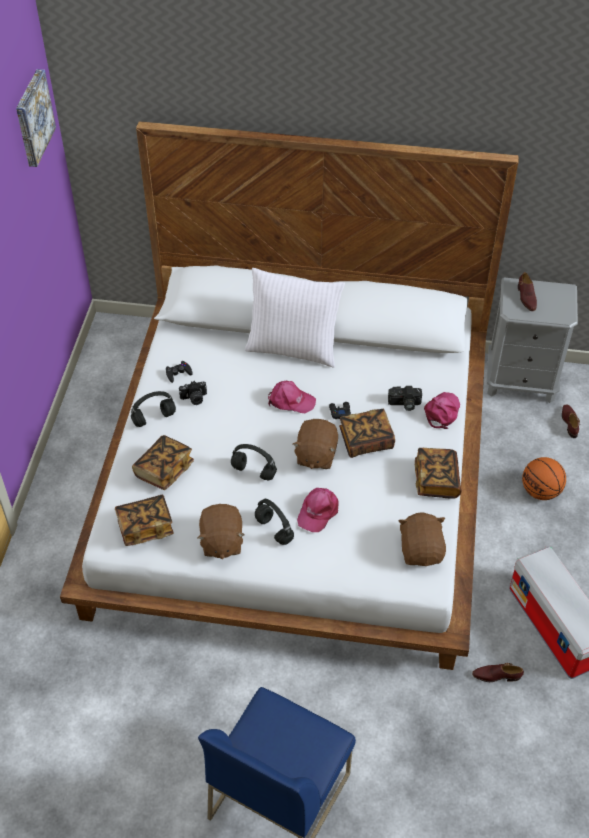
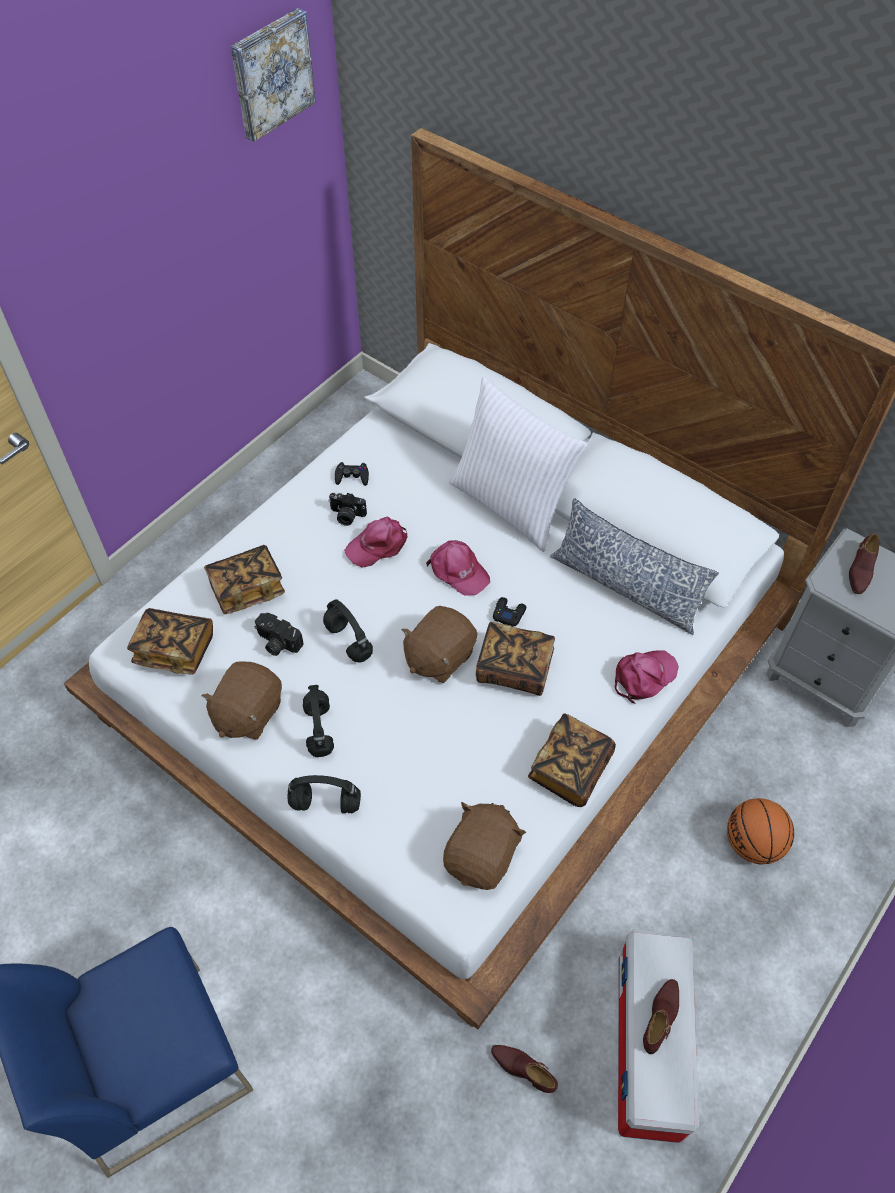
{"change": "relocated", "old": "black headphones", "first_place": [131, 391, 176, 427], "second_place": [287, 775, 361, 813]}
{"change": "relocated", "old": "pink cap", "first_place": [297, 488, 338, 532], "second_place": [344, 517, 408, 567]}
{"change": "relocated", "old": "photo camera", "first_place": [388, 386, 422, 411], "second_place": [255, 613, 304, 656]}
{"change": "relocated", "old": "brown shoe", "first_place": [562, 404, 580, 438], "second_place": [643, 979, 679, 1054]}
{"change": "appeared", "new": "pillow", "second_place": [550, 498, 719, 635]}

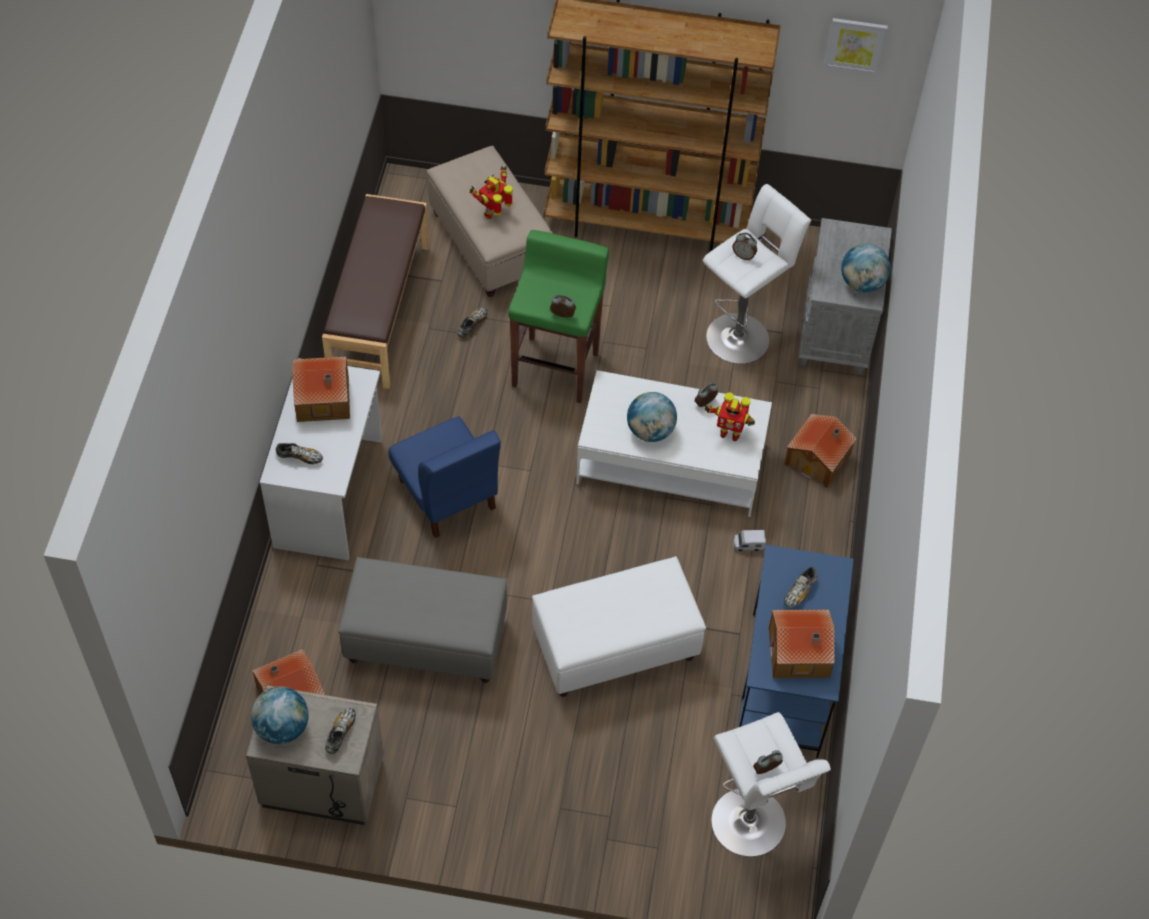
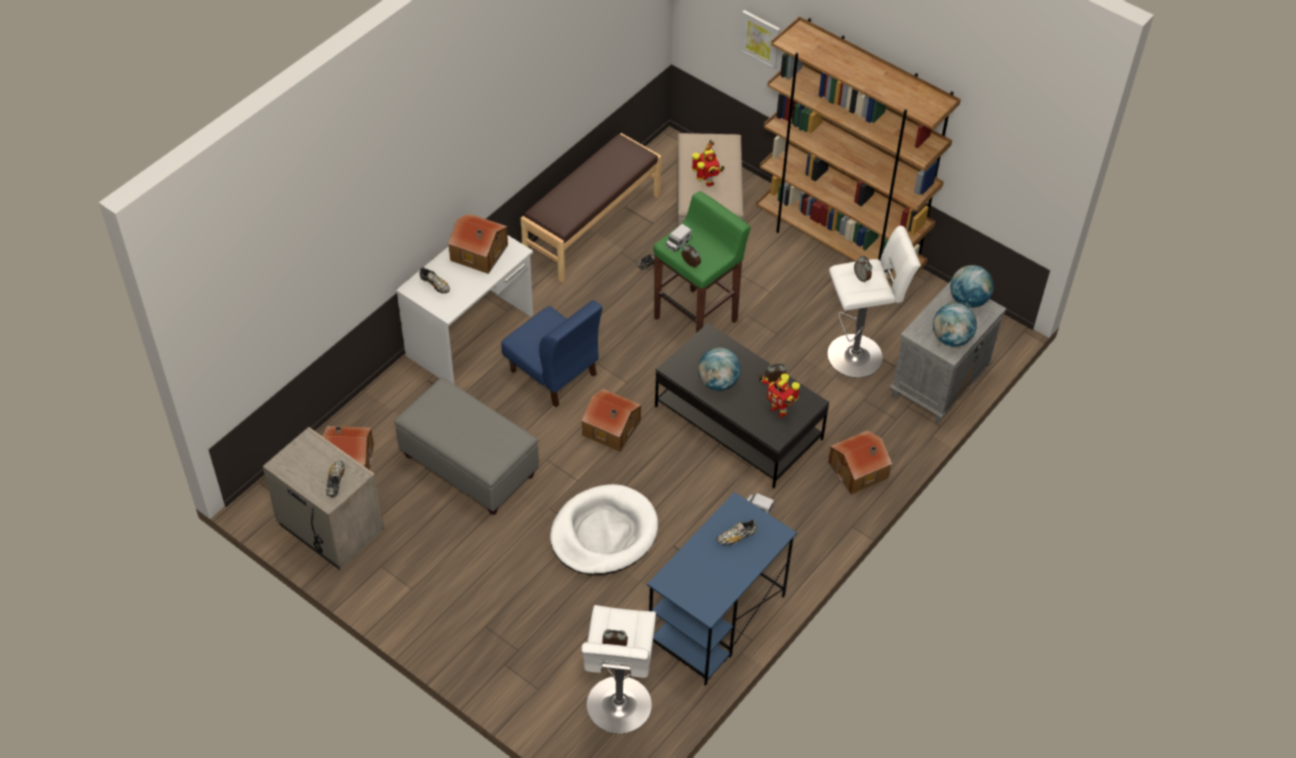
{"change": "relocated", "old": "globe", "first_place": [251, 687, 309, 744], "second_place": [950, 265, 994, 308]}
{"change": "spun", "old": "shoe", "first_place": [325, 708, 356, 754], "second_place": [326, 460, 345, 497], "degrees": -45}
{"change": "spun", "old": "blue chair", "first_place": [388, 416, 501, 538], "second_place": [501, 300, 602, 407], "degrees": -45}
{"change": "spun", "old": "toy robot", "first_place": [470, 166, 513, 219], "second_place": [692, 140, 724, 187], "degrees": 90}
{"change": "exchanged", "old": "white ottoman", "new": "white dog bed", "first_place": [532, 556, 706, 697], "second_place": [550, 484, 658, 575]}
{"change": "colour", "old": "white coffee table", "new": "black coffee table", "first_place": [576, 370, 772, 517], "second_place": [655, 323, 829, 488]}
{"change": "relocated", "old": "toy house", "first_place": [769, 610, 835, 678], "second_place": [581, 389, 641, 452]}
{"change": "relocated", "old": "picture", "first_place": [824, 18, 888, 74], "second_place": [739, 10, 780, 70]}
{"change": "appeared", "new": "toy truck", "second_place": [666, 224, 692, 252]}

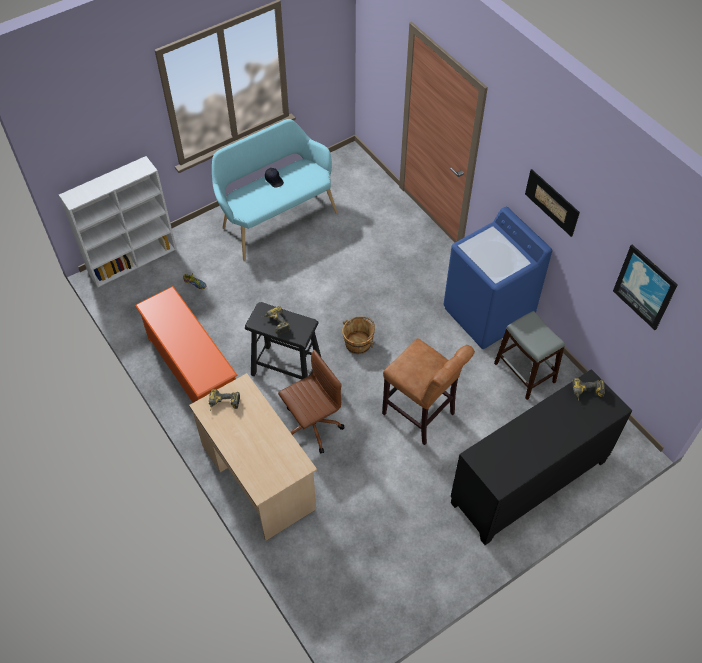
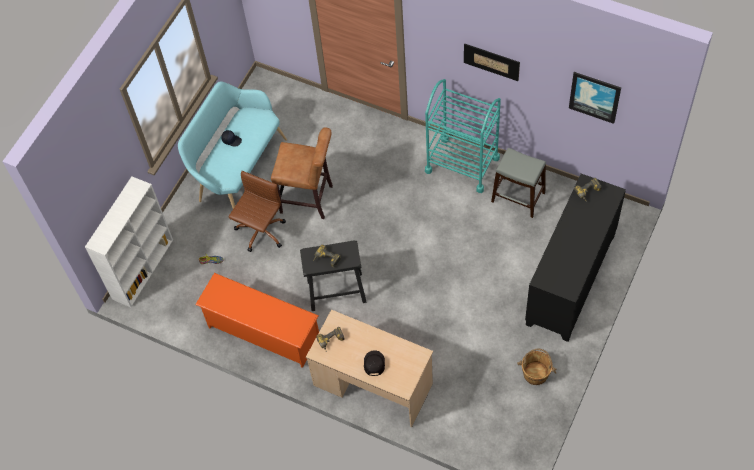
{"change": "relocated", "old": "brown office chair", "first_place": [278, 350, 344, 454], "second_place": [228, 171, 286, 252]}
{"change": "relocated", "old": "brown bucket", "first_place": [342, 316, 375, 354], "second_place": [517, 349, 557, 385]}
{"change": "relocated", "old": "brown stool", "first_place": [382, 338, 475, 445], "second_place": [271, 128, 333, 219]}
{"change": "exchanged", "old": "blue washing machine", "new": "turquoise cart", "first_place": [443, 207, 552, 349], "second_place": [425, 79, 501, 193]}
{"change": "appeared", "new": "black cap", "second_place": [364, 350, 385, 376]}

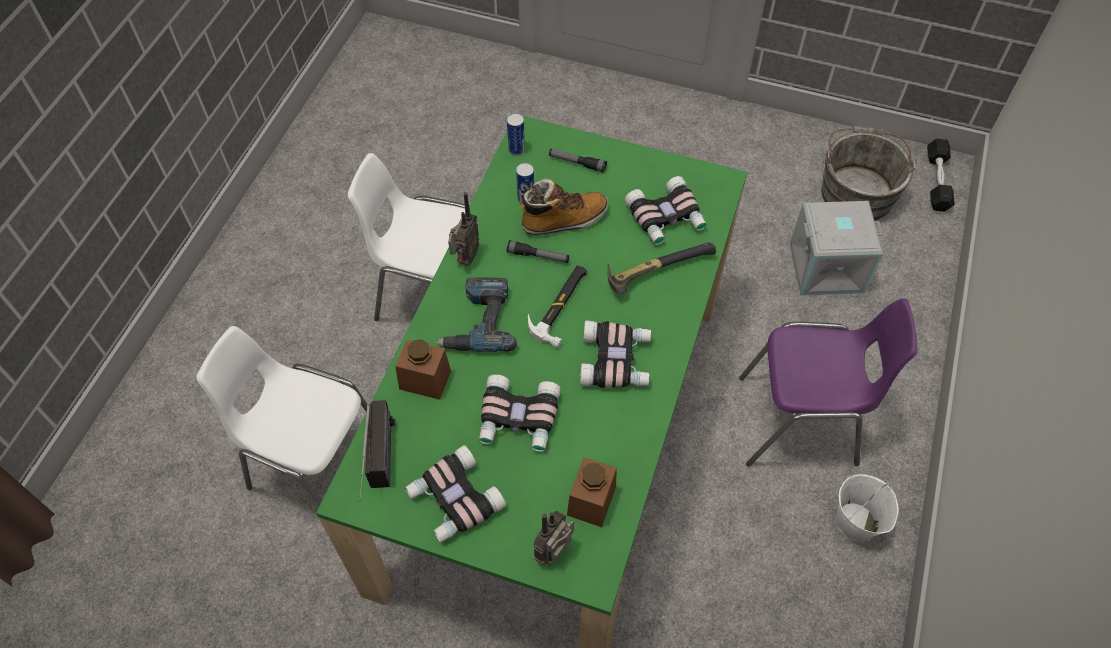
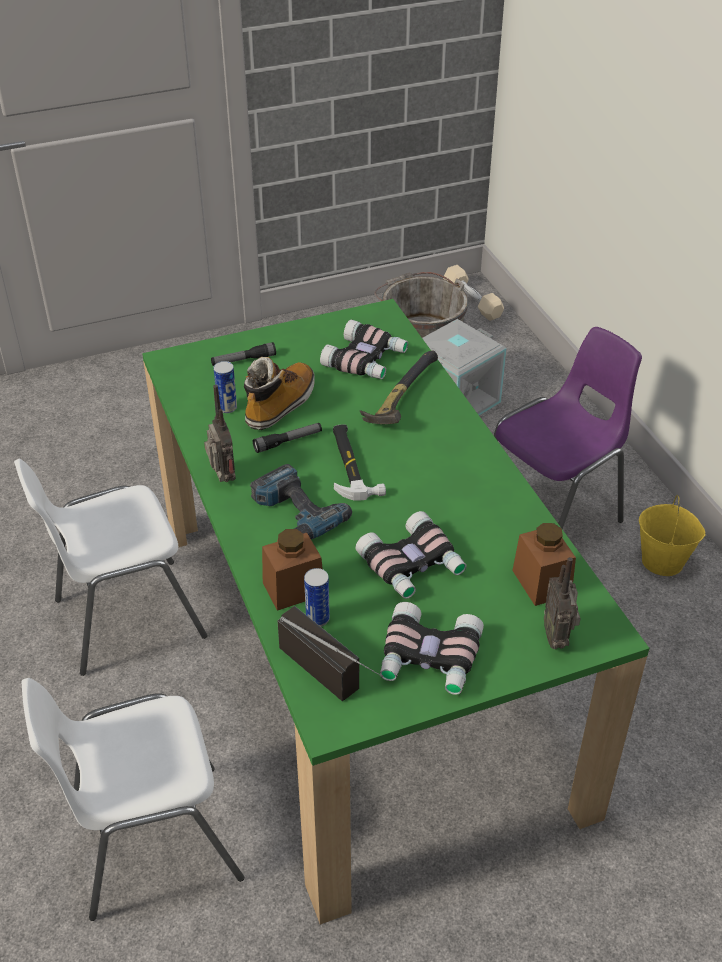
{"change": "relocated", "old": "can", "first_place": [507, 113, 525, 156], "second_place": [304, 568, 330, 627]}
{"change": "missing", "old": "binoculars", "first_place": [580, 320, 651, 388]}
{"change": "colour", "old": "white bucket", "new": "yellow bucket", "first_place": [835, 474, 899, 542], "second_place": [639, 495, 706, 576]}
{"change": "colour", "old": "black dumbbell", "new": "beige dumbbell", "first_place": [927, 138, 955, 212], "second_place": [443, 265, 504, 321]}

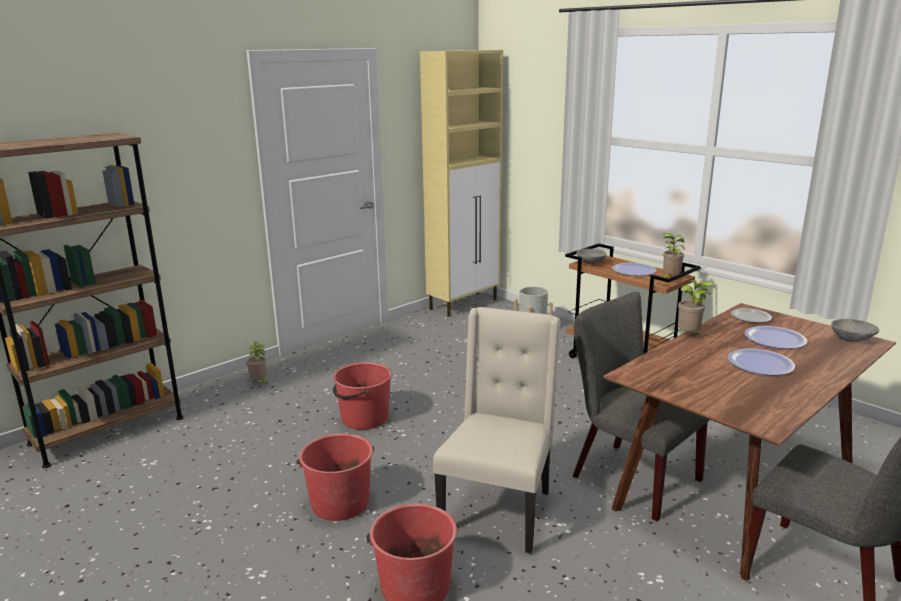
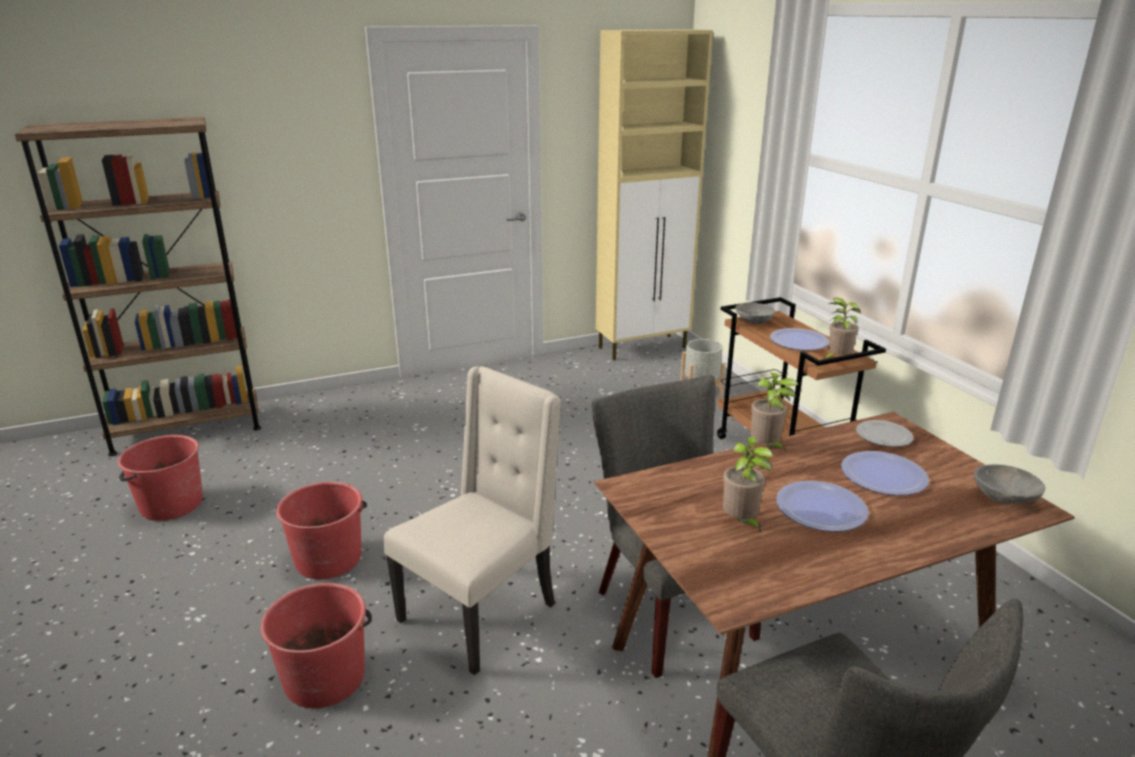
{"change": "relocated", "old": "potted plant", "first_place": [246, 342, 268, 385], "second_place": [723, 437, 773, 533]}
{"change": "relocated", "old": "red bucket", "first_place": [333, 362, 392, 430], "second_place": [118, 435, 203, 521]}

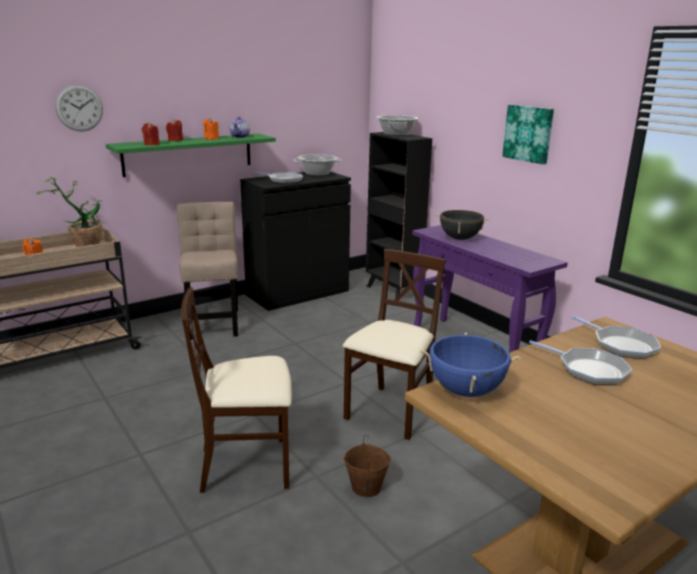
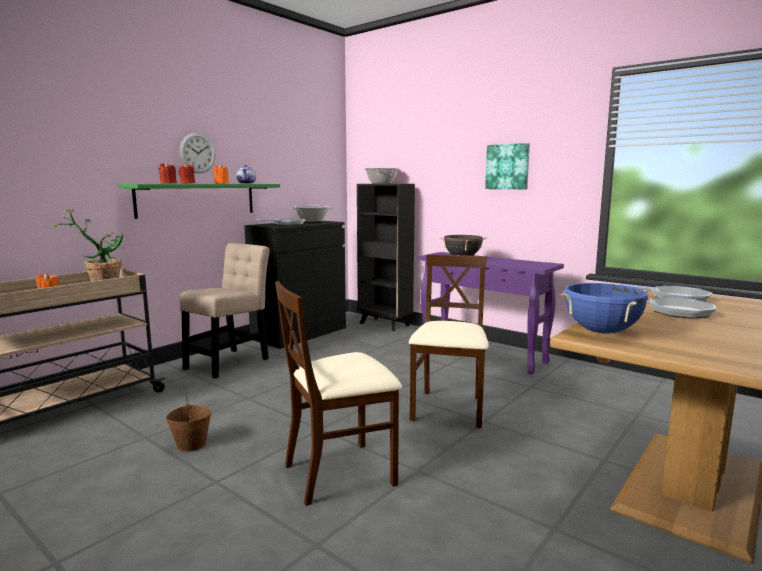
{"change": "relocated", "old": "wall clock", "first_place": [55, 85, 103, 131], "second_place": [179, 133, 215, 173]}
{"change": "spun", "old": "beige chair", "first_place": [177, 202, 238, 340], "second_place": [180, 243, 270, 378], "degrees": 60}
{"change": "relocated", "old": "brown bucket", "first_place": [344, 434, 391, 497], "second_place": [166, 392, 212, 452]}

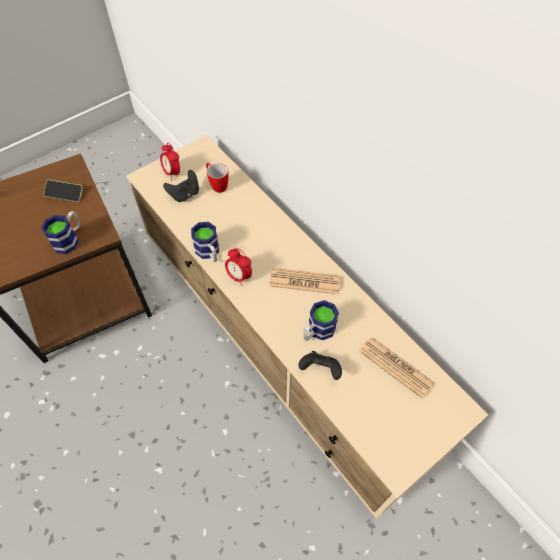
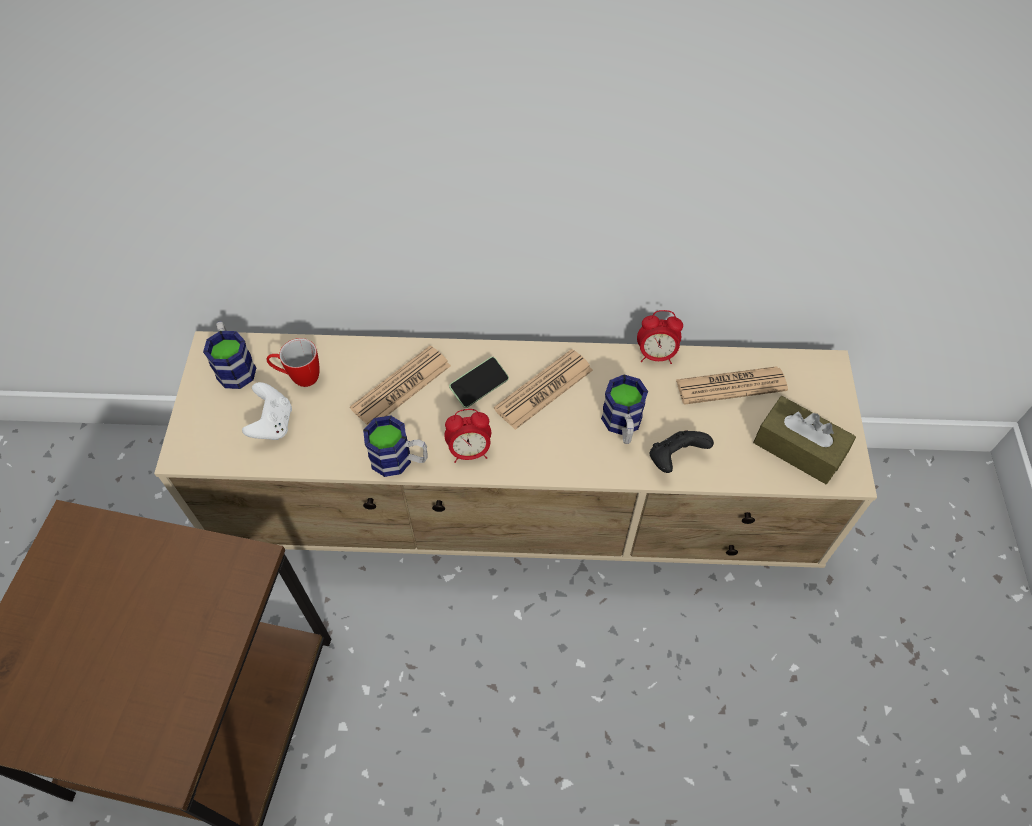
{"change": "relocated", "old": "mug", "first_place": [41, 211, 80, 254], "second_place": [203, 321, 256, 389]}
{"change": "relocated", "old": "phone", "first_place": [43, 180, 83, 202], "second_place": [449, 357, 509, 408]}
{"change": "relocated", "old": "alarm clock", "first_place": [160, 143, 180, 179], "second_place": [637, 310, 683, 364]}
{"change": "colour", "old": "black game controller", "new": "white game controller", "first_place": [163, 170, 199, 202], "second_place": [242, 382, 292, 440]}
{"change": "appeared", "new": "newspaper", "second_place": [350, 346, 451, 425]}
{"change": "appeared", "new": "brown tissue box", "second_place": [753, 396, 856, 484]}

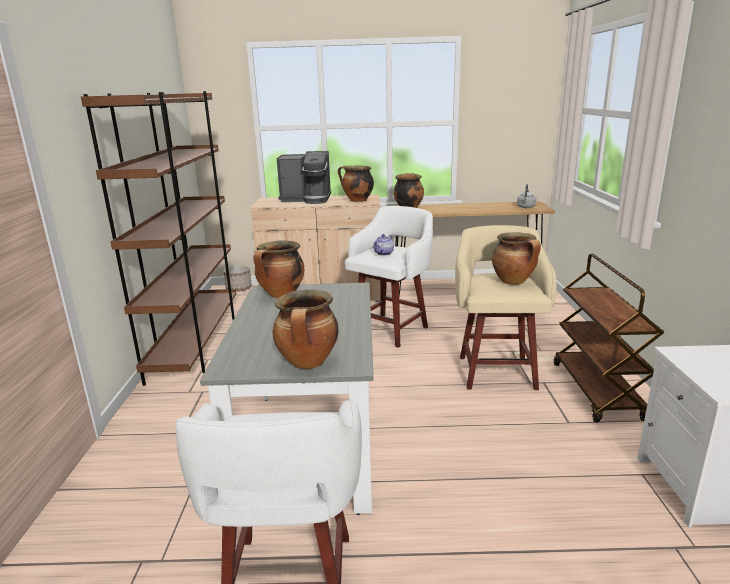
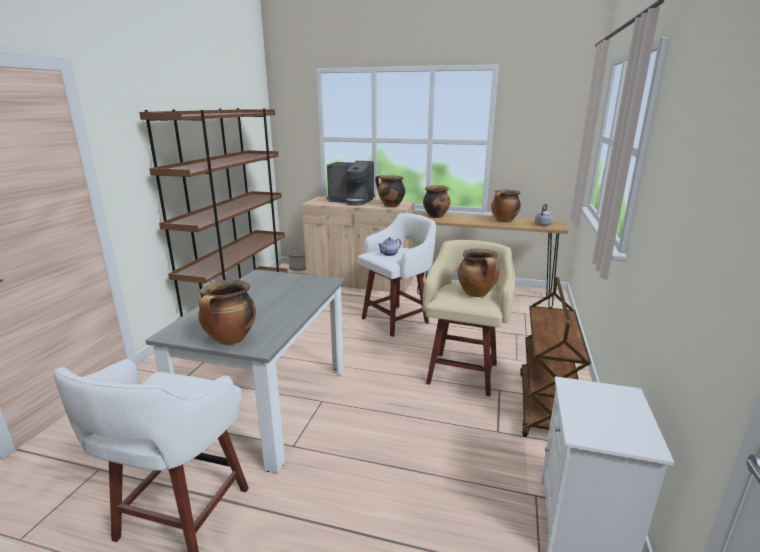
{"change": "relocated", "old": "cooking pot", "first_place": [253, 241, 304, 298], "second_place": [491, 190, 521, 222]}

